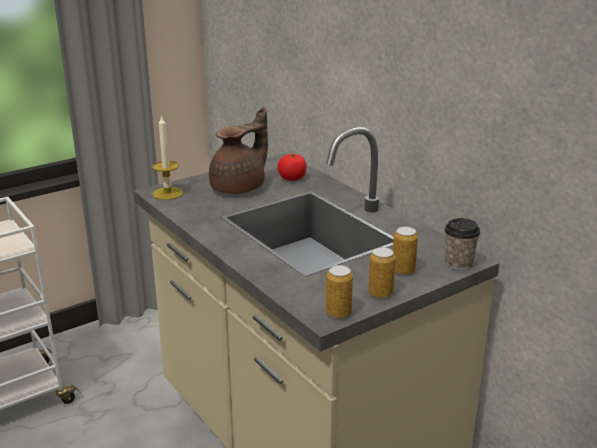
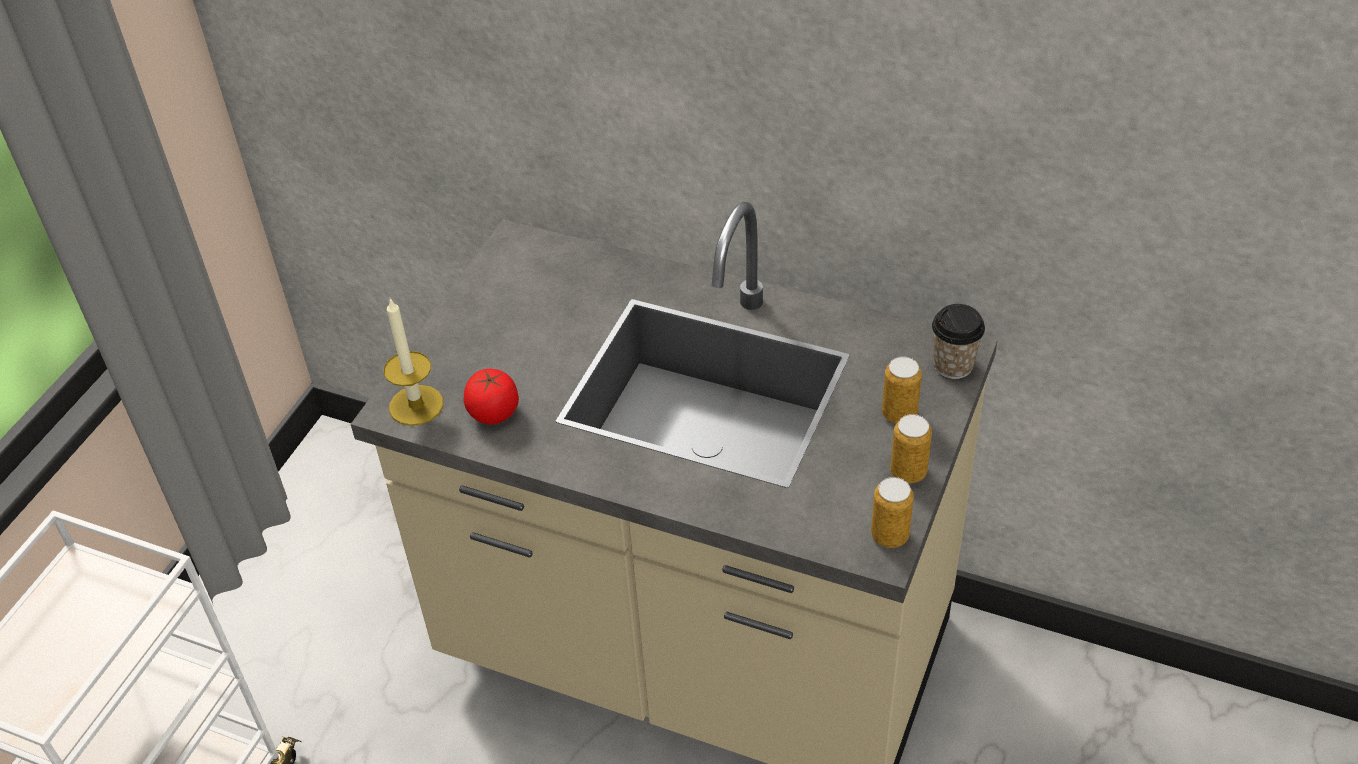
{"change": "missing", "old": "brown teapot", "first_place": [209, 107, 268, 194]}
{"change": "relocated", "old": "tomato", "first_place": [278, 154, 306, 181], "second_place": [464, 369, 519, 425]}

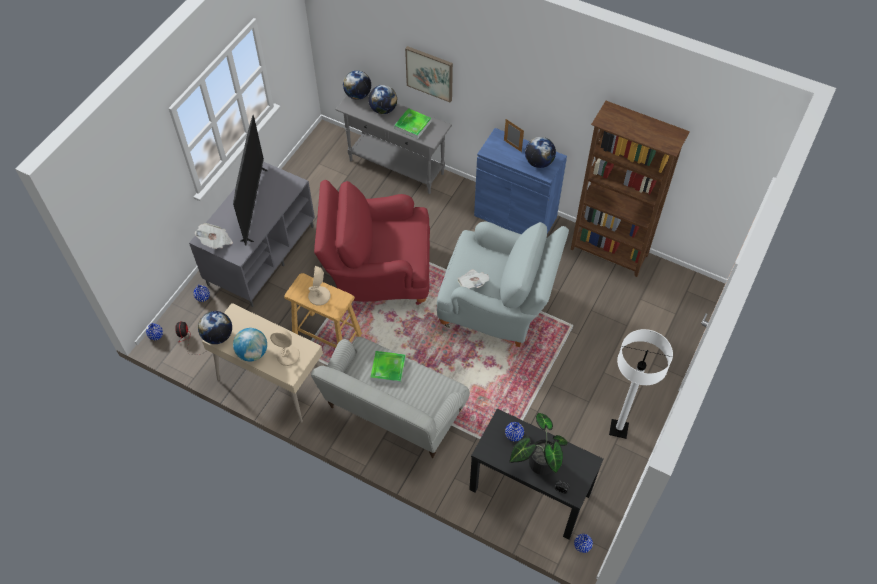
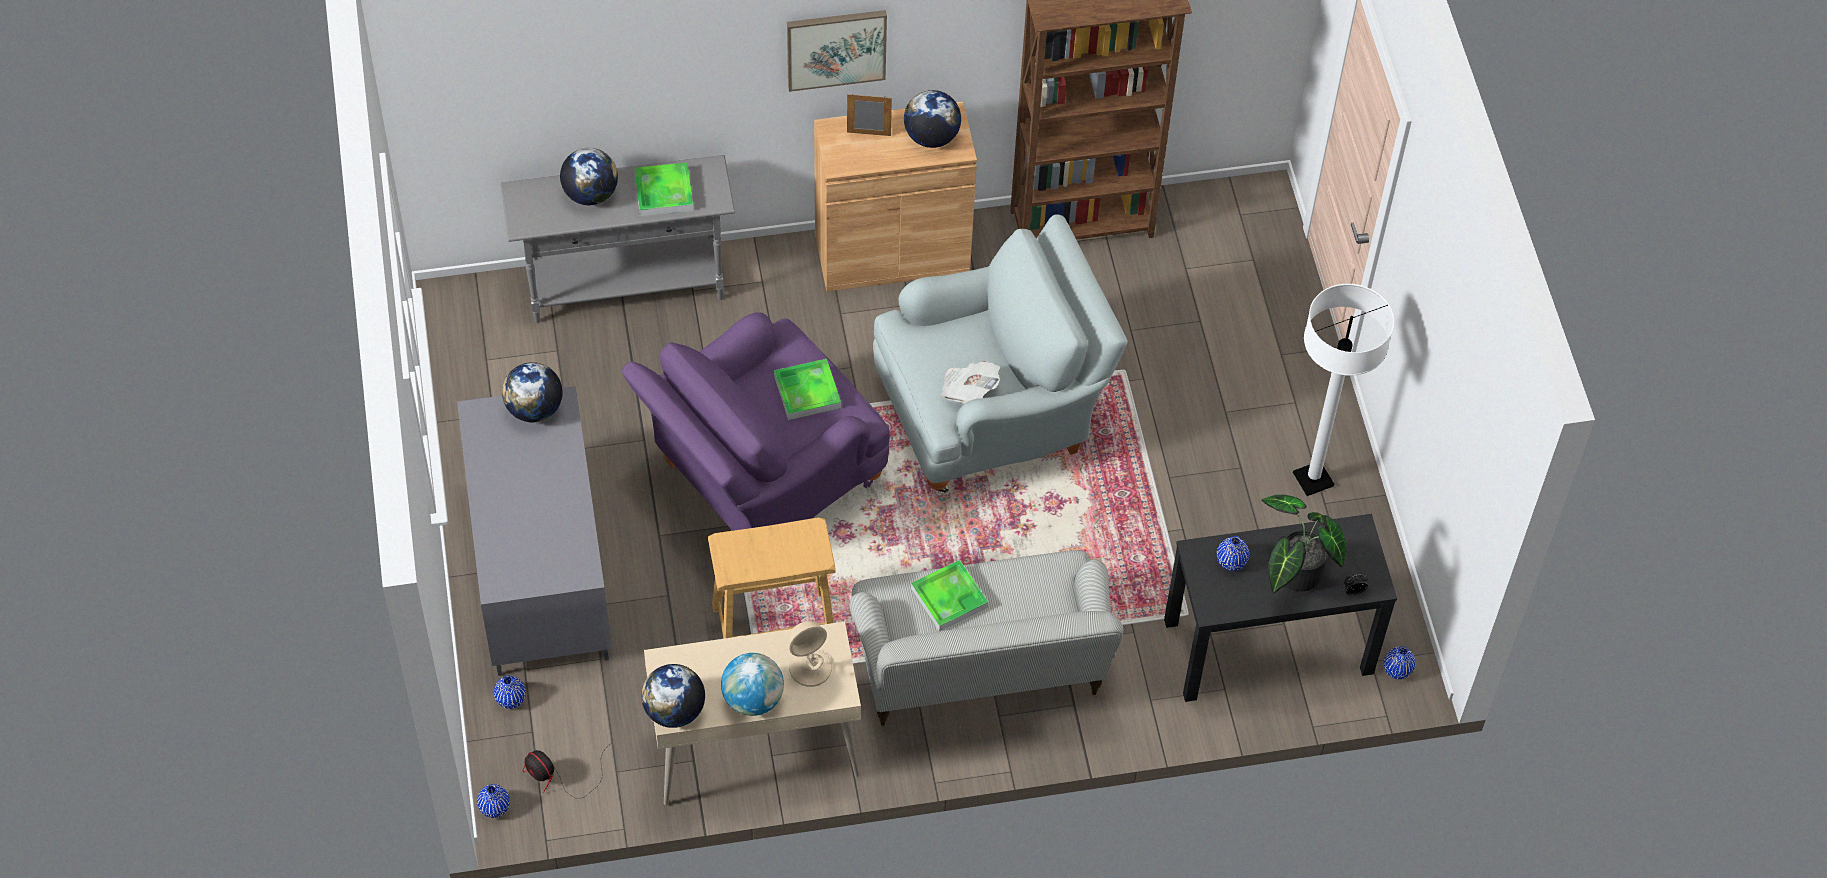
{"change": "missing", "old": "newspaper", "first_place": [195, 223, 233, 249]}
{"change": "missing", "old": "television", "first_place": [233, 115, 268, 246]}
{"change": "missing", "old": "beige table lamp", "first_place": [308, 265, 331, 306]}
{"change": "colour", "old": "red armchair", "new": "purple armchair", "first_place": [314, 180, 430, 305], "second_place": [622, 312, 890, 531]}
{"change": "relocated", "old": "globe", "first_place": [343, 70, 371, 100], "second_place": [502, 362, 563, 422]}
{"change": "relocated", "old": "picture", "first_place": [405, 46, 453, 102], "second_place": [787, 10, 887, 92]}
{"change": "colour", "old": "blue cabinet", "new": "brown cabinet", "first_place": [474, 128, 567, 234], "second_place": [814, 101, 977, 292]}
{"change": "appeared", "new": "tray", "second_place": [774, 359, 841, 420]}

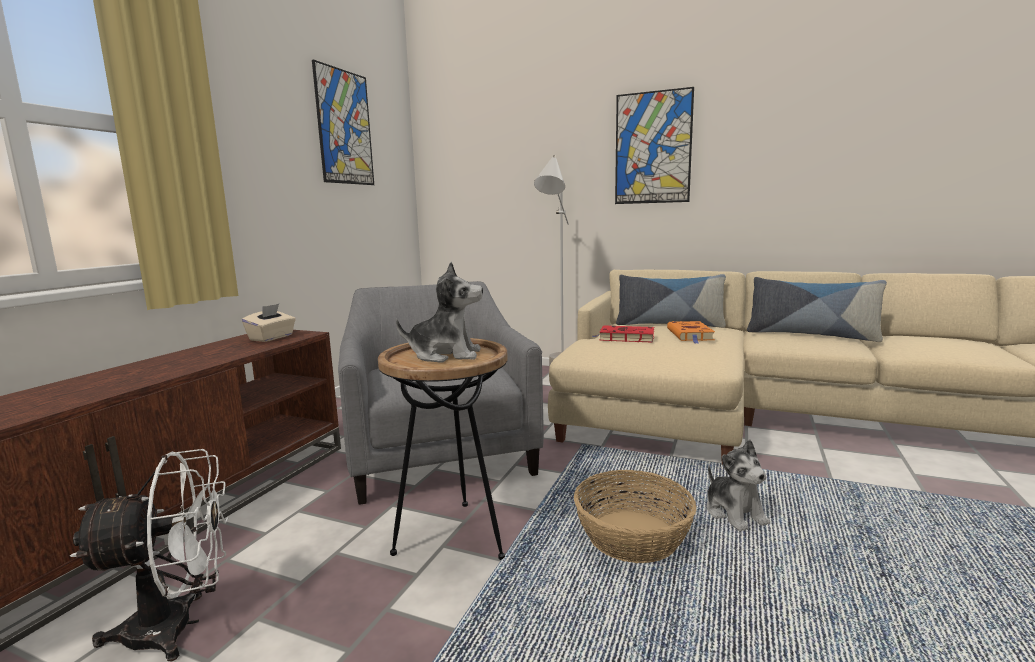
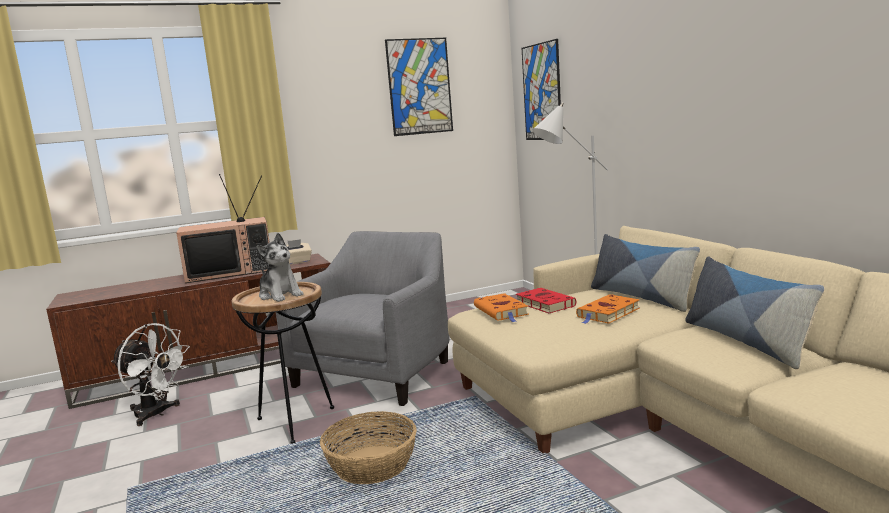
{"change": "relocated", "old": "picture", "first_place": [615, 87, 694, 204], "second_place": [522, 39, 561, 140]}
{"change": "missing", "old": "plush toy", "first_place": [706, 439, 770, 532]}
{"change": "appeared", "new": "television", "second_place": [176, 174, 270, 283]}
{"change": "appeared", "new": "orange book", "second_place": [474, 293, 529, 322]}

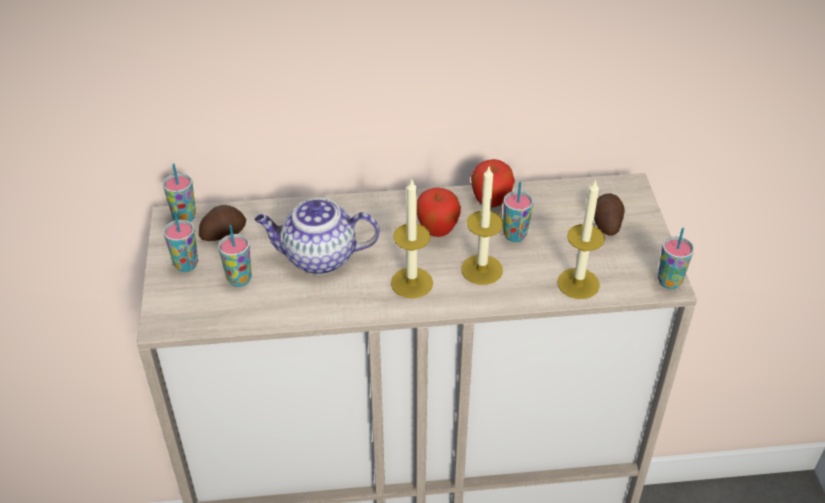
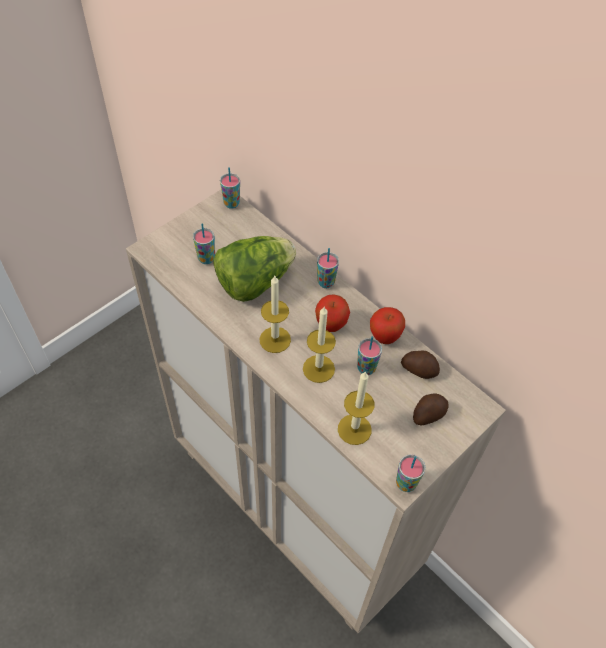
{"change": "relocated", "old": "cup", "first_place": [163, 211, 198, 272], "second_place": [317, 248, 339, 288]}
{"change": "relocated", "old": "potato", "first_place": [199, 205, 246, 241], "second_place": [401, 351, 440, 379]}
{"change": "exchanged", "old": "teapot", "new": "lettuce", "first_place": [255, 197, 380, 275], "second_place": [214, 236, 296, 302]}

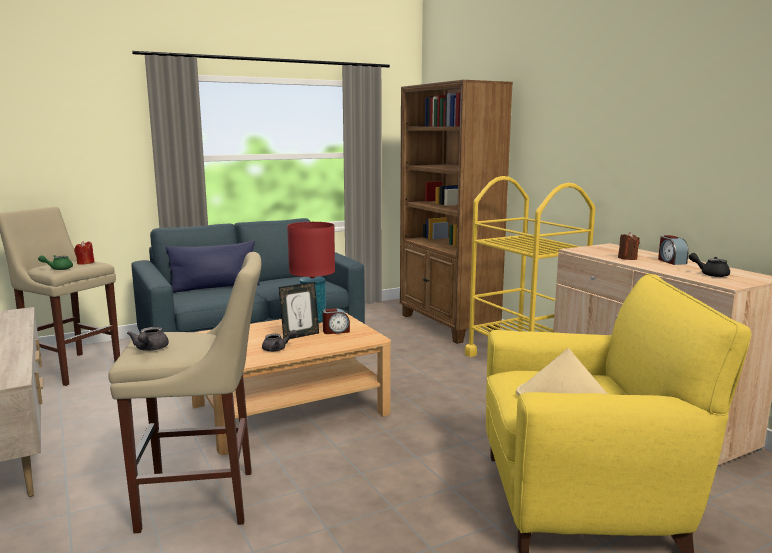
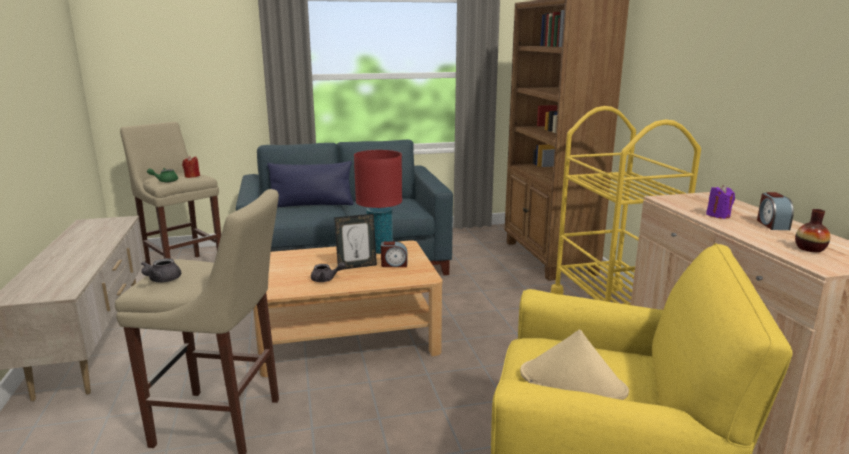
{"change": "colour", "old": "brown candle", "new": "purple candle", "first_place": [618, 232, 640, 260], "second_place": [706, 185, 735, 219]}
{"change": "exchanged", "old": "black teapot", "new": "vase", "first_place": [689, 253, 730, 277], "second_place": [795, 209, 830, 252]}

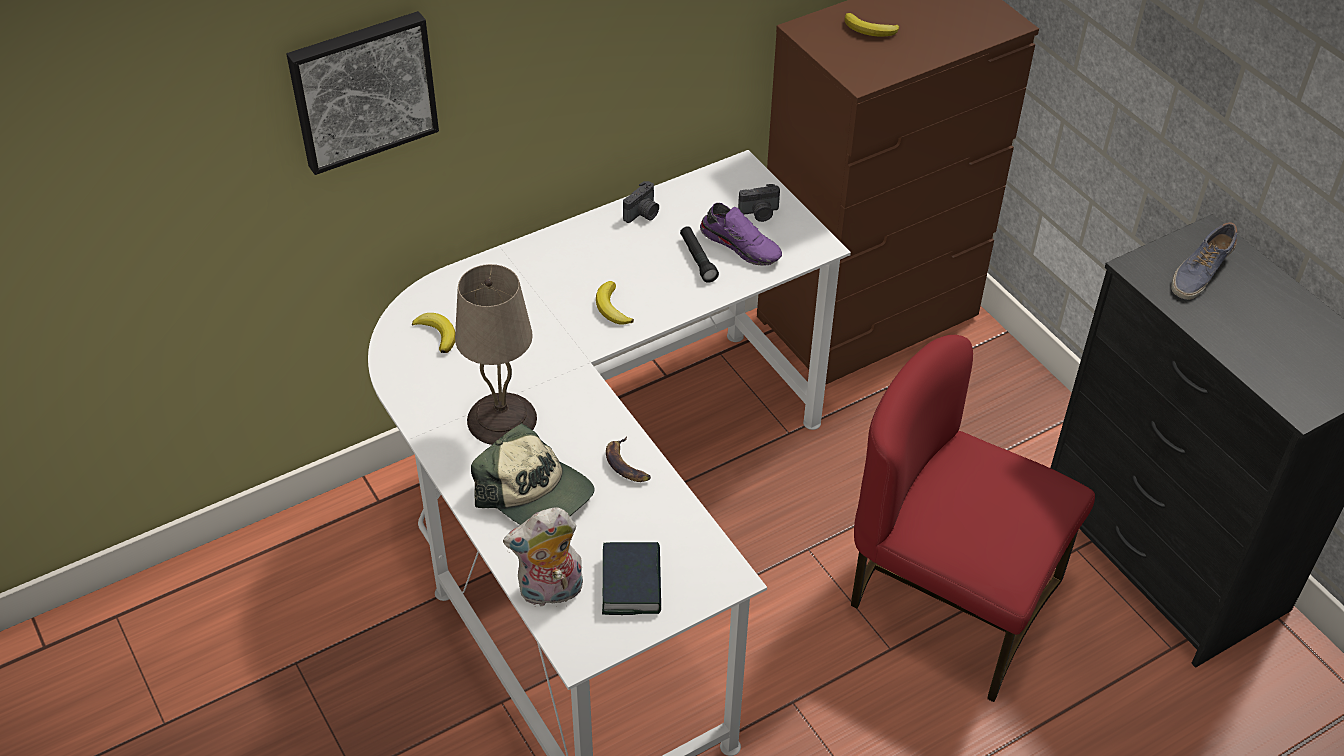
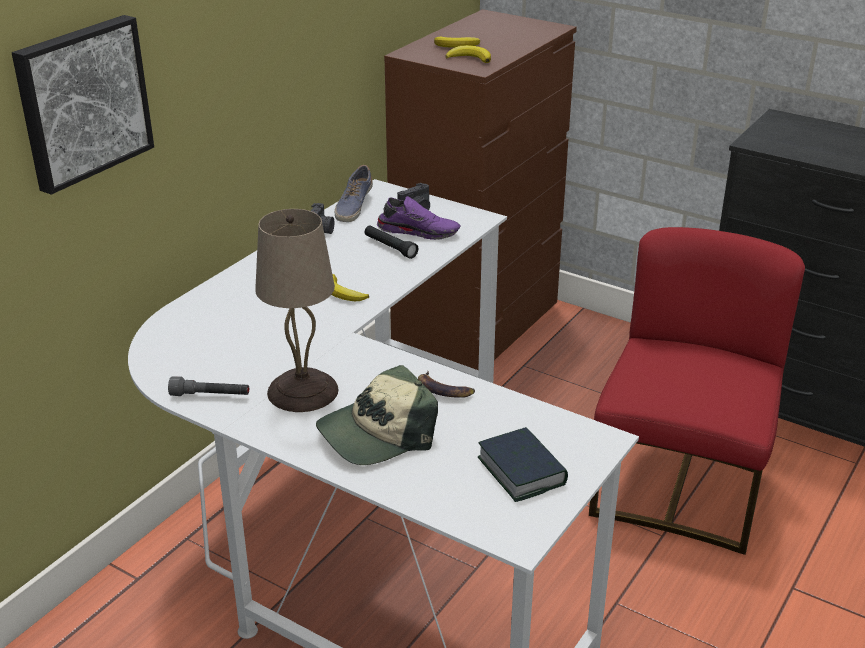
{"change": "relocated", "old": "banana", "first_place": [412, 313, 455, 353], "second_place": [446, 45, 491, 63]}
{"change": "spun", "old": "cap", "first_place": [471, 423, 595, 525], "second_place": [316, 365, 438, 465], "degrees": 135}
{"change": "missing", "old": "plush toy", "first_place": [503, 507, 583, 606]}
{"change": "spun", "old": "red chair", "first_place": [851, 335, 1095, 702], "second_place": [589, 227, 805, 555], "degrees": 105}
{"change": "relocated", "old": "shoe", "first_place": [1171, 222, 1237, 300], "second_place": [335, 165, 373, 222]}
{"change": "appeared", "new": "grey flashlight", "second_place": [168, 377, 249, 396]}

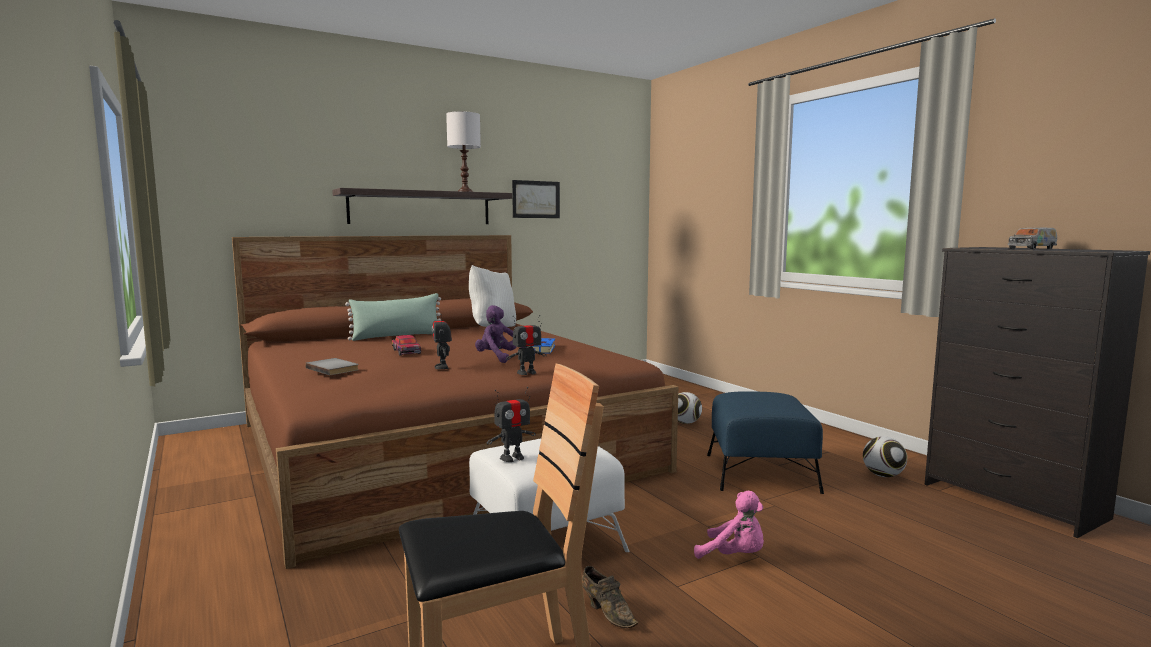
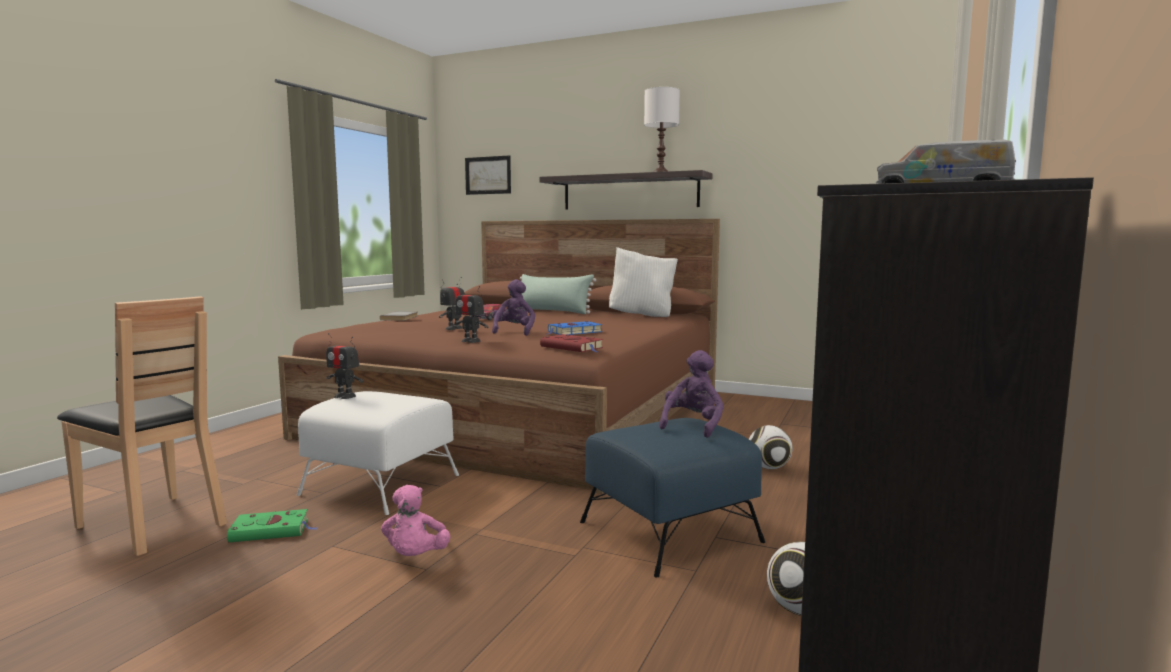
{"change": "relocated", "old": "picture", "first_place": [512, 180, 560, 218], "second_place": [465, 155, 511, 195]}
{"change": "exchanged", "old": "brown shoe", "new": "green book", "first_place": [582, 566, 638, 628], "second_place": [227, 509, 318, 543]}
{"change": "appeared", "new": "red book", "second_place": [540, 334, 603, 352]}
{"change": "appeared", "new": "purple plush toy", "second_place": [659, 350, 724, 438]}

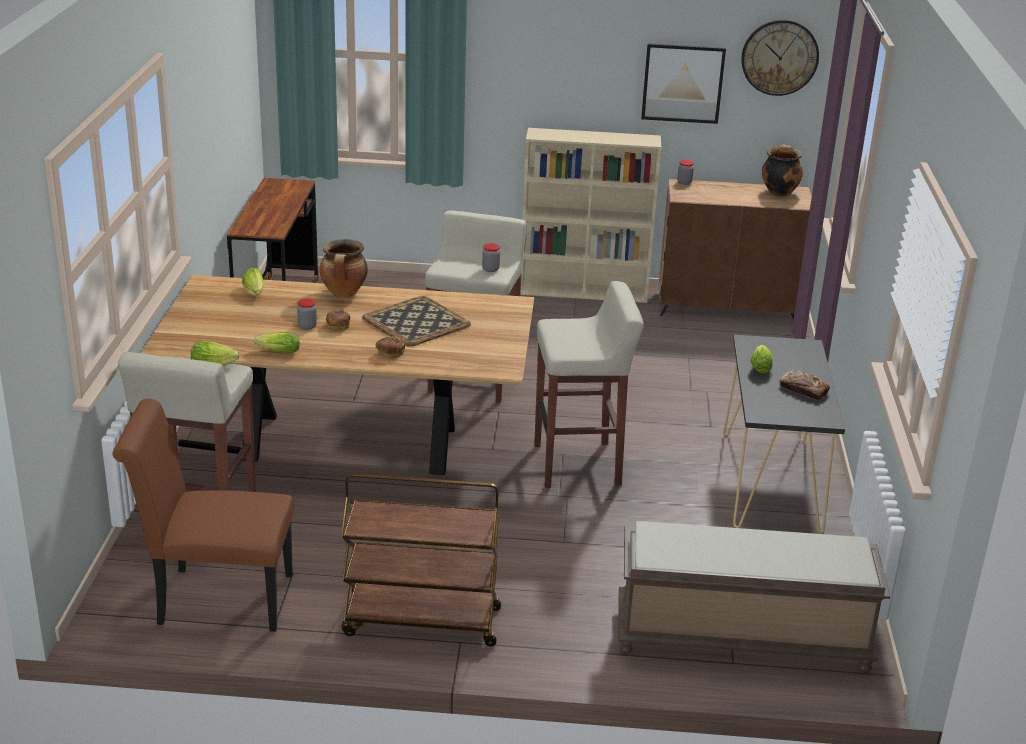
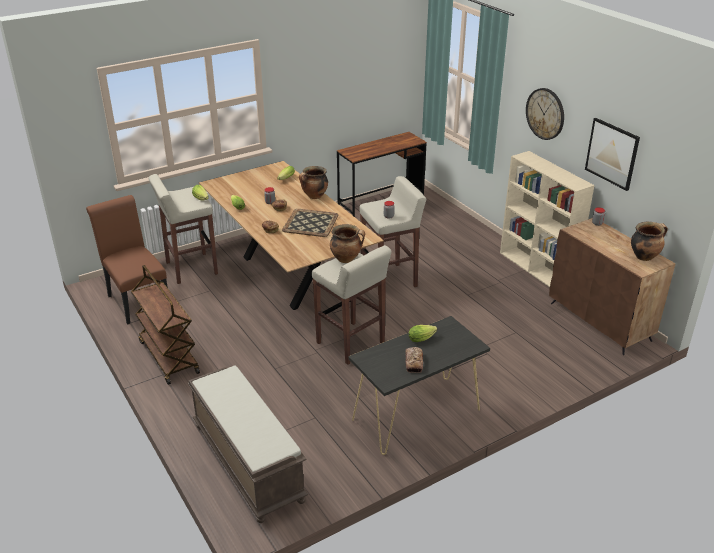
{"change": "relocated", "old": "wall clock", "first_place": [741, 19, 819, 96], "second_place": [526, 88, 564, 140]}
{"change": "appeared", "new": "cooking pot", "second_place": [330, 224, 365, 263]}

